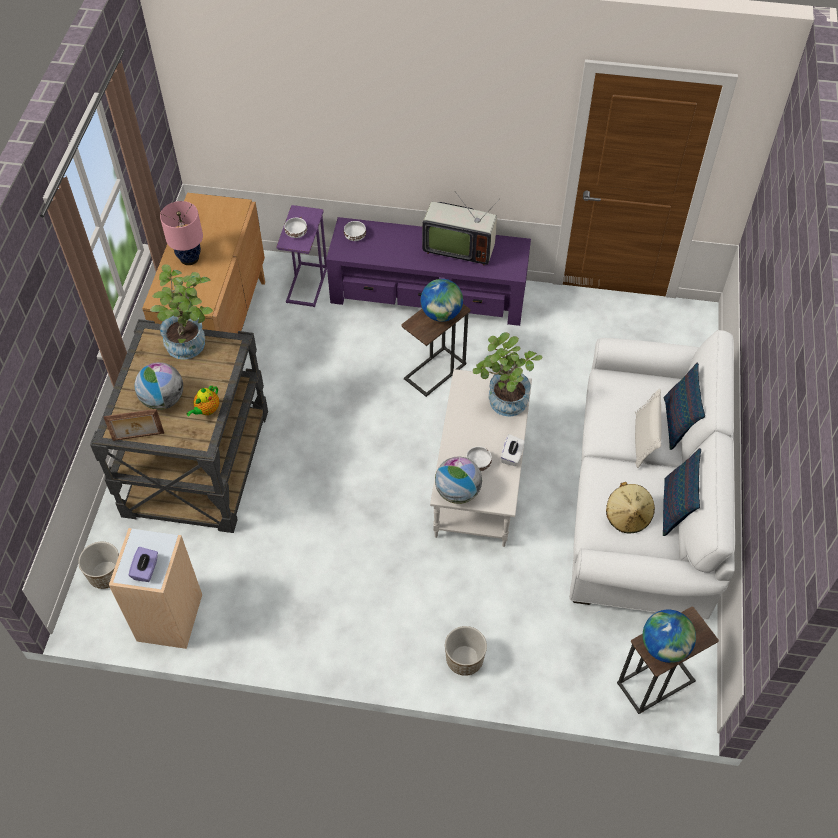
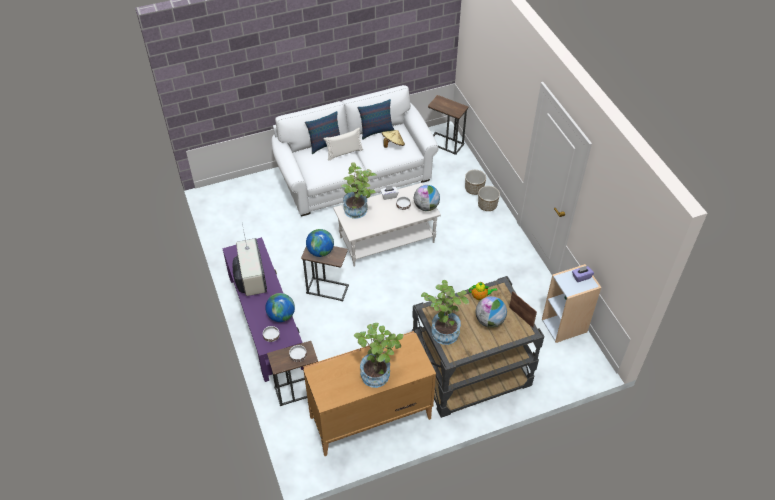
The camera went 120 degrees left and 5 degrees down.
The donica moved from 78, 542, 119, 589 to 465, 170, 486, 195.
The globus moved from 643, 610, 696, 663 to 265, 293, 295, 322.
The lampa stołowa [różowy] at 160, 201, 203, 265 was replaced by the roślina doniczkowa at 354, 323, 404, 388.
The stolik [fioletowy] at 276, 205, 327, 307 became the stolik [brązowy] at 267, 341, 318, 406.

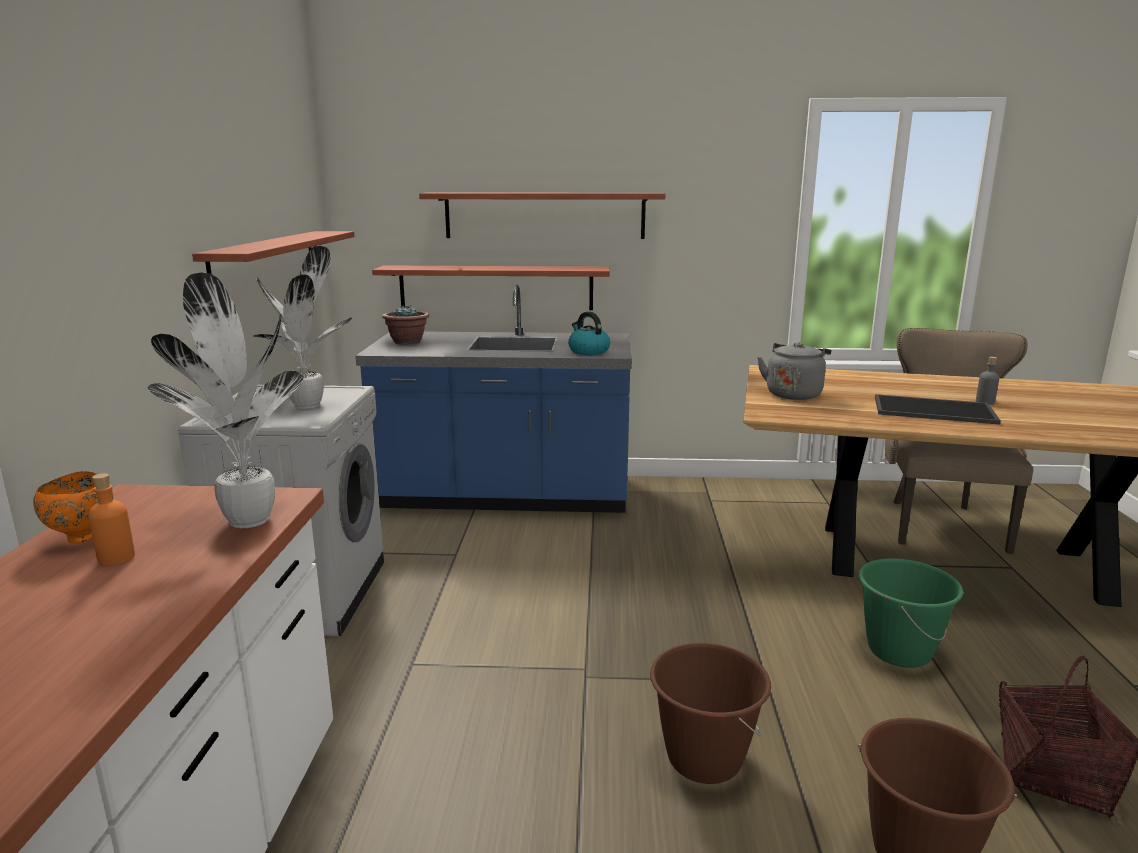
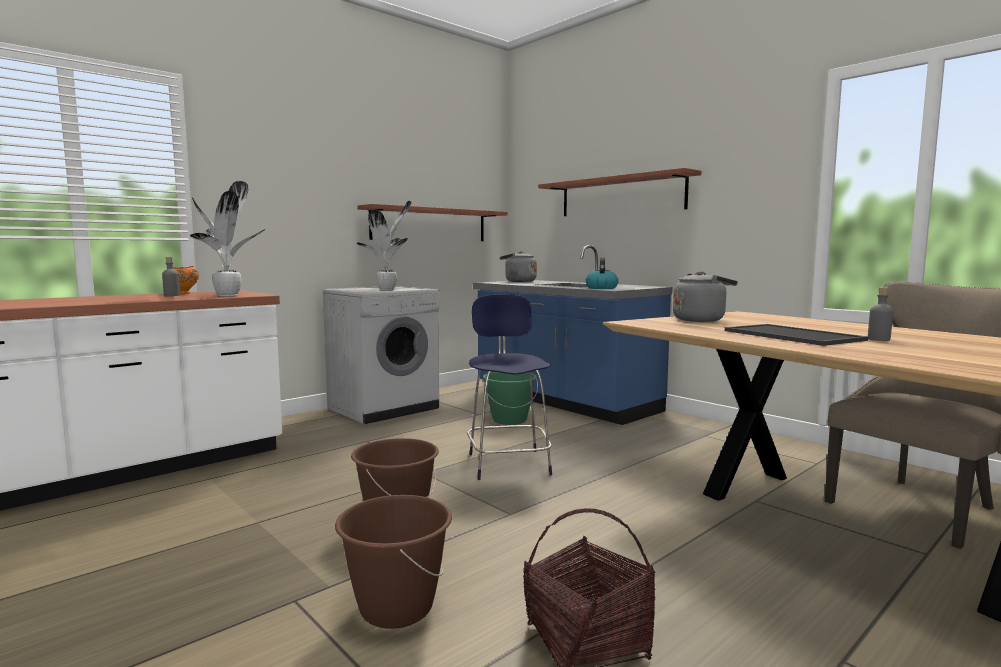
The camera went 45 degrees right and 10 degrees down.
The półka at 372, 265, 610, 310 disappeared.
The stołek [niebieski] at 467, 294, 552, 480 appeared.
The wiadro [zielony] moved from 859, 558, 963, 668 to 483, 372, 538, 425.
The roślina doniczkowa at 382, 305, 429, 345 was replaced by the czajnik [szary] at 500, 251, 537, 282.
The butelka [pomarańczowy] at 88, 473, 135, 565 became the butelka [szary] at 162, 257, 180, 296.

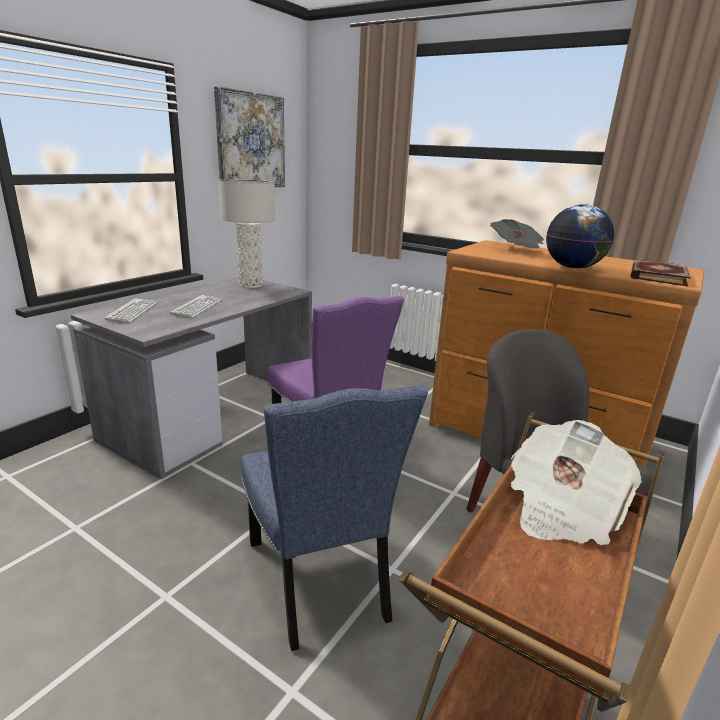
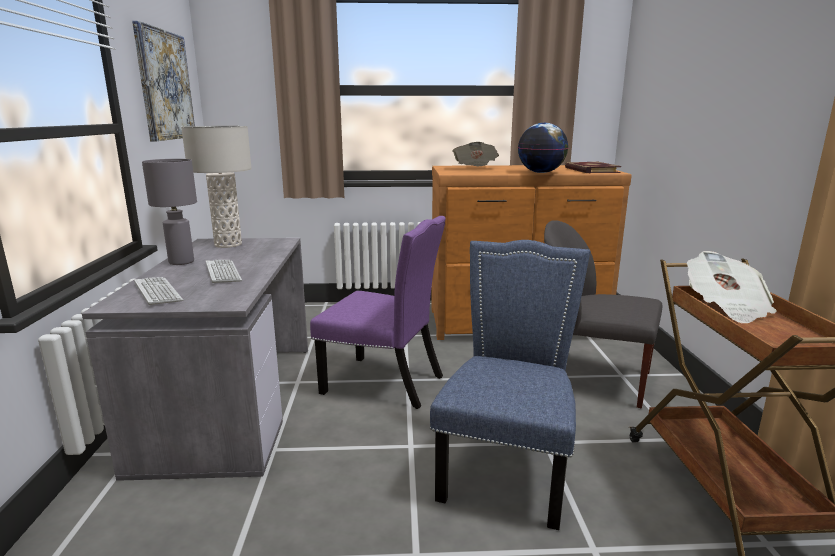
The camera went 35 degrees left and 5 degrees down.
The lampa stołowa [szary] at 142, 159, 197, 265 appeared.
The krzesło [niebieski] at 241, 386, 428, 651 turned 105 degrees counterclockwise.

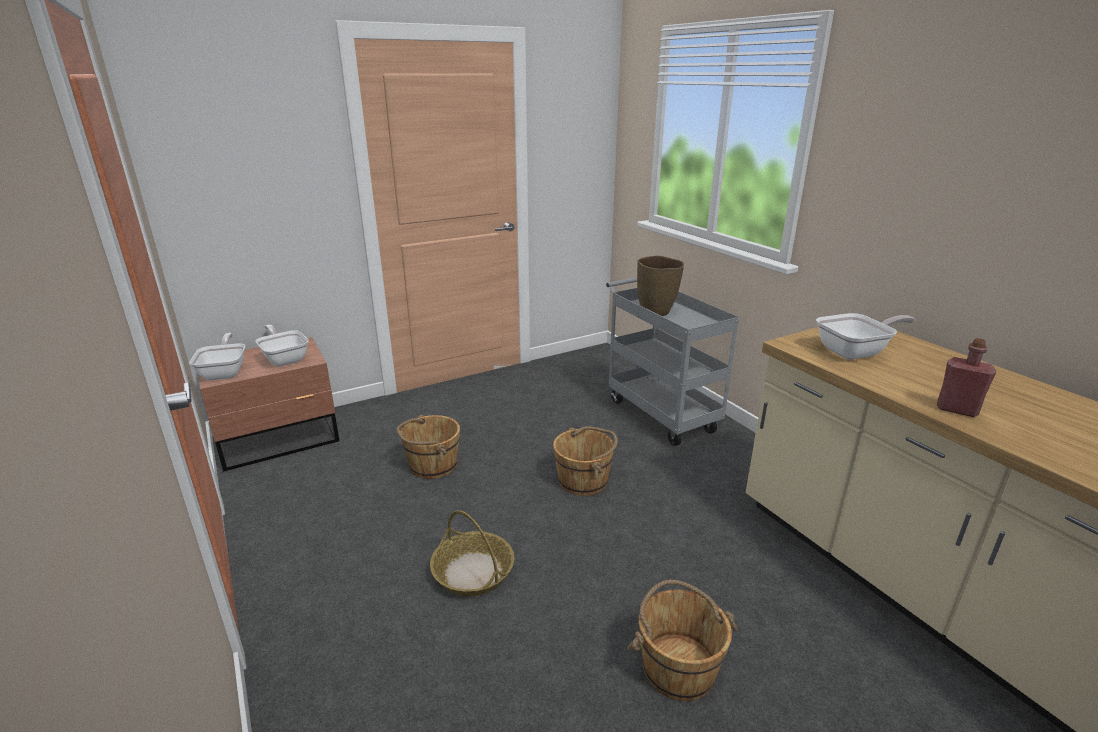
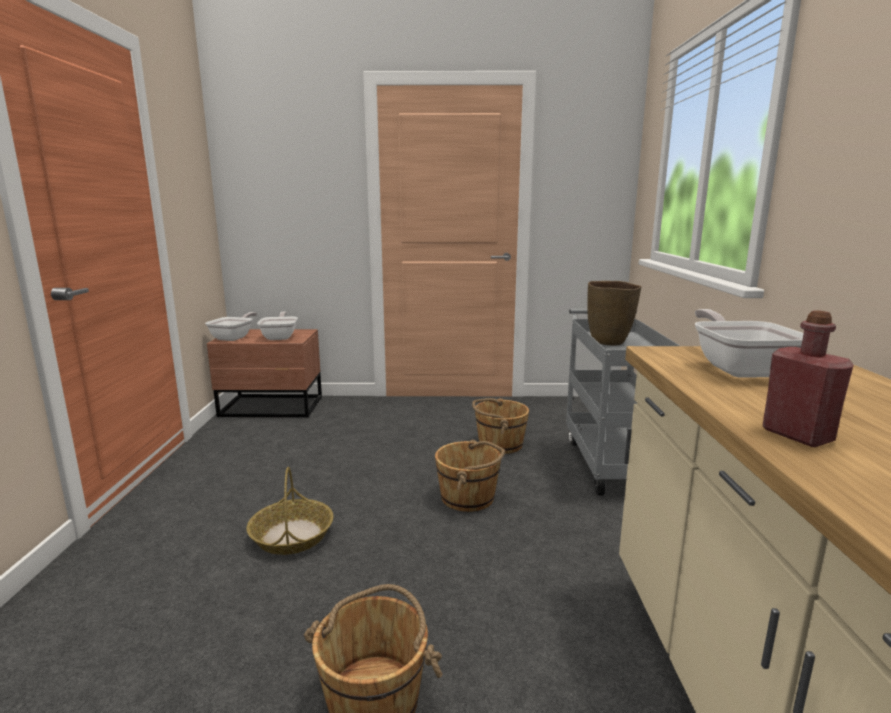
The camera went 30 degrees right and 10 degrees down.
The wiadro [brązowy] moved from 396, 415, 460, 479 to 472, 398, 529, 454.
The patelnia at 816, 313, 916, 360 turned 105 degrees counterclockwise.

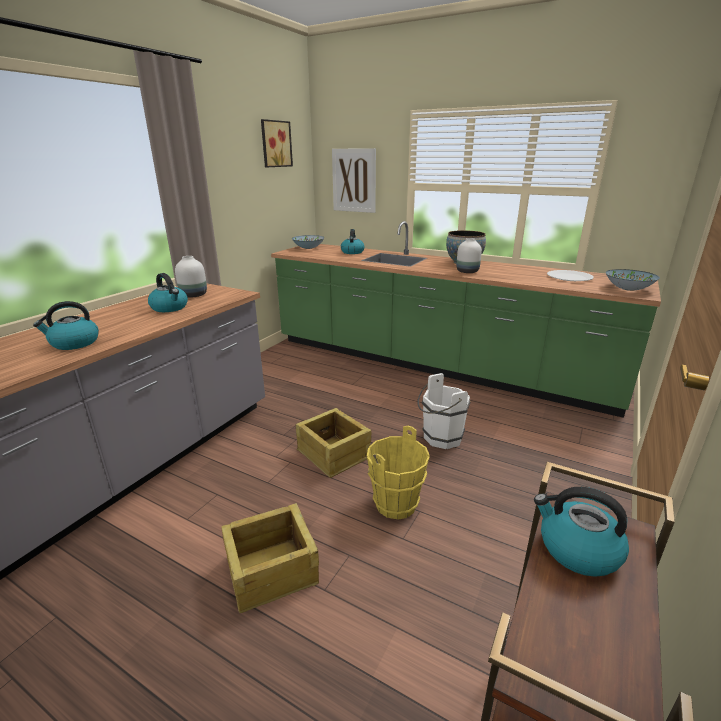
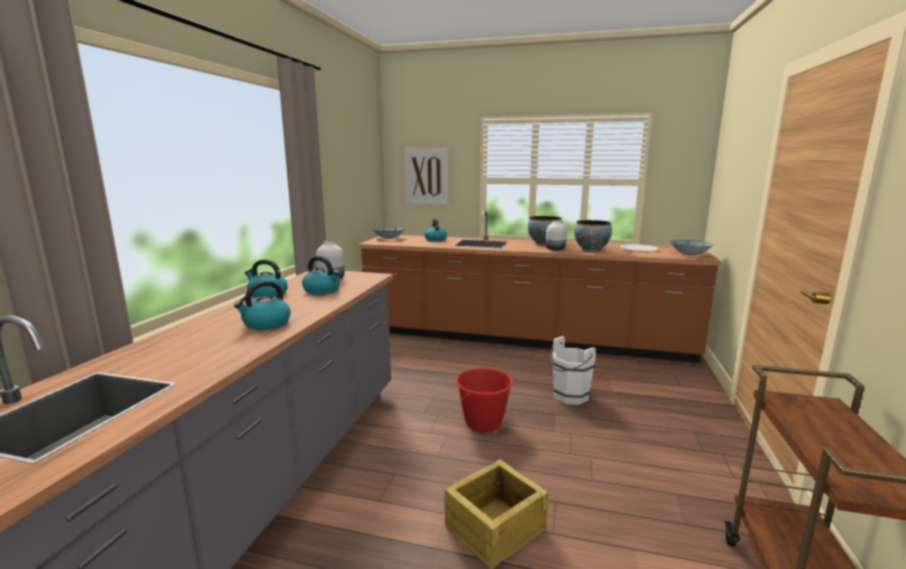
The camera went 15 degrees left and 10 degrees down.
The obraz at 261, 119, 293, 167 disappeared.
The wiadro [żółty] at 367, 426, 430, 520 disappeared.
The miska at 574, 220, 612, 252 appeared.
The czajnik moved from 534, 487, 629, 577 to 245, 259, 288, 298.
The skrzynka at 295, 408, 371, 478 was replaced by the wiadro [czerwony] at 456, 368, 513, 433.
The zabudowa kuchenna [zielony] at 271, 221, 661, 418 became the zabudowa kuchenna [brązowy] at 358, 210, 721, 363.

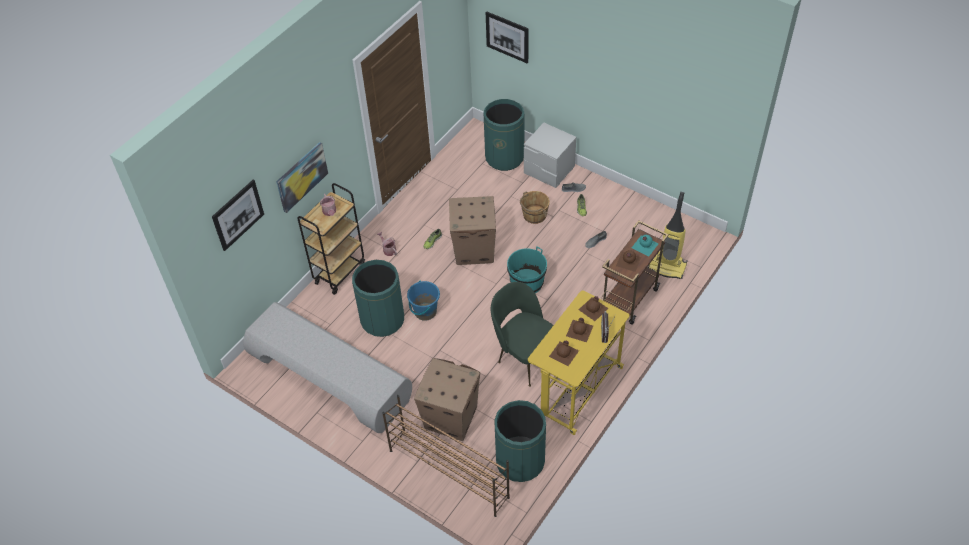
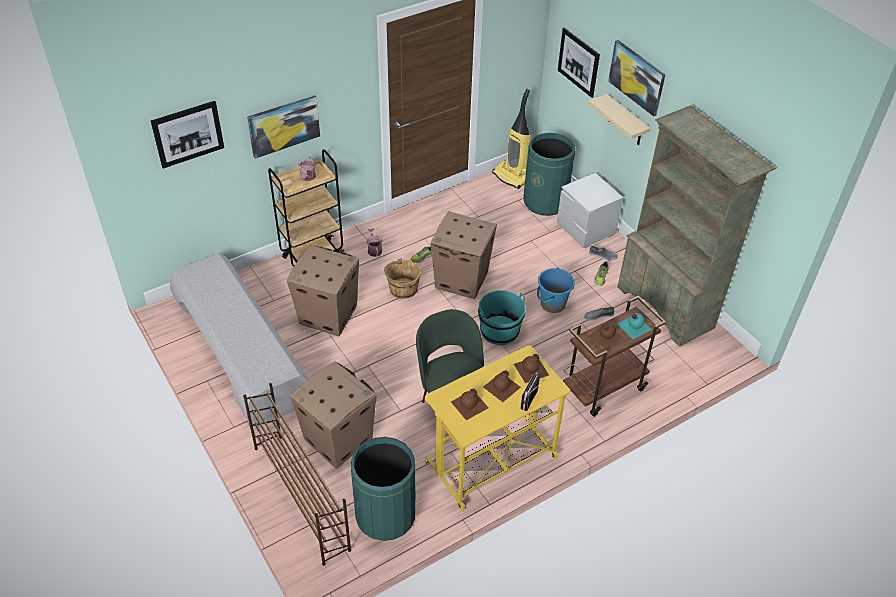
The camera went 20 degrees right and 5 degrees down.
The półka [beżowy] at 588, 94, 650, 145 appeared.
The obraz at 608, 40, 665, 117 appeared.
The regał [zielony] at 617, 105, 776, 347 appeared.
The wiadro [niebieski] moved from 407, 280, 440, 321 to 537, 267, 575, 313.
The wiadro [brązowy] moved from 520, 191, 550, 224 to 384, 258, 421, 299.
The odkurzacz moved from 648, 192, 687, 279 to 492, 89, 531, 189.
The kosz na śmieci [zielony] at 352, 260, 404, 337 was replaced by the karton at 287, 245, 359, 337.

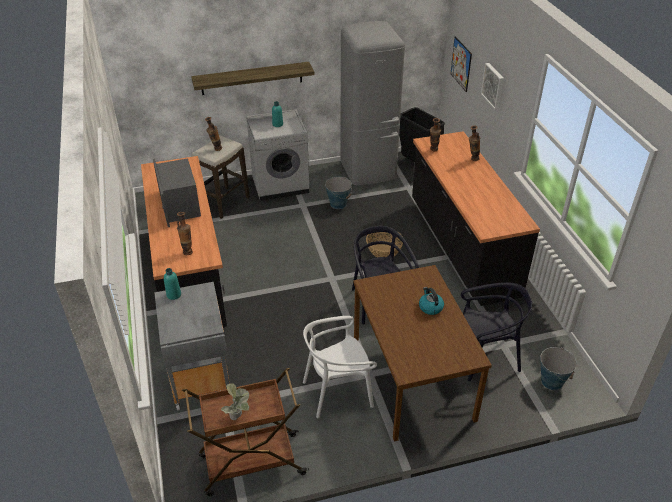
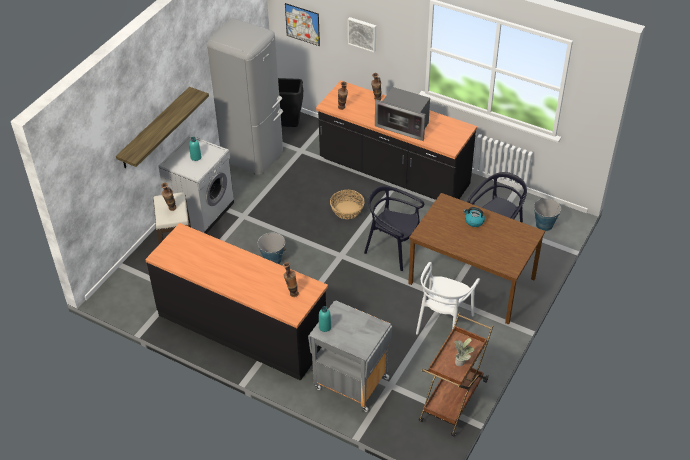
The camera went 45 degrees left and 5 degrees up.
The mikrofalówka moved from 153, 158, 201, 227 to 375, 87, 430, 141.
The wiadro moved from 325, 177, 352, 209 to 258, 232, 286, 264.

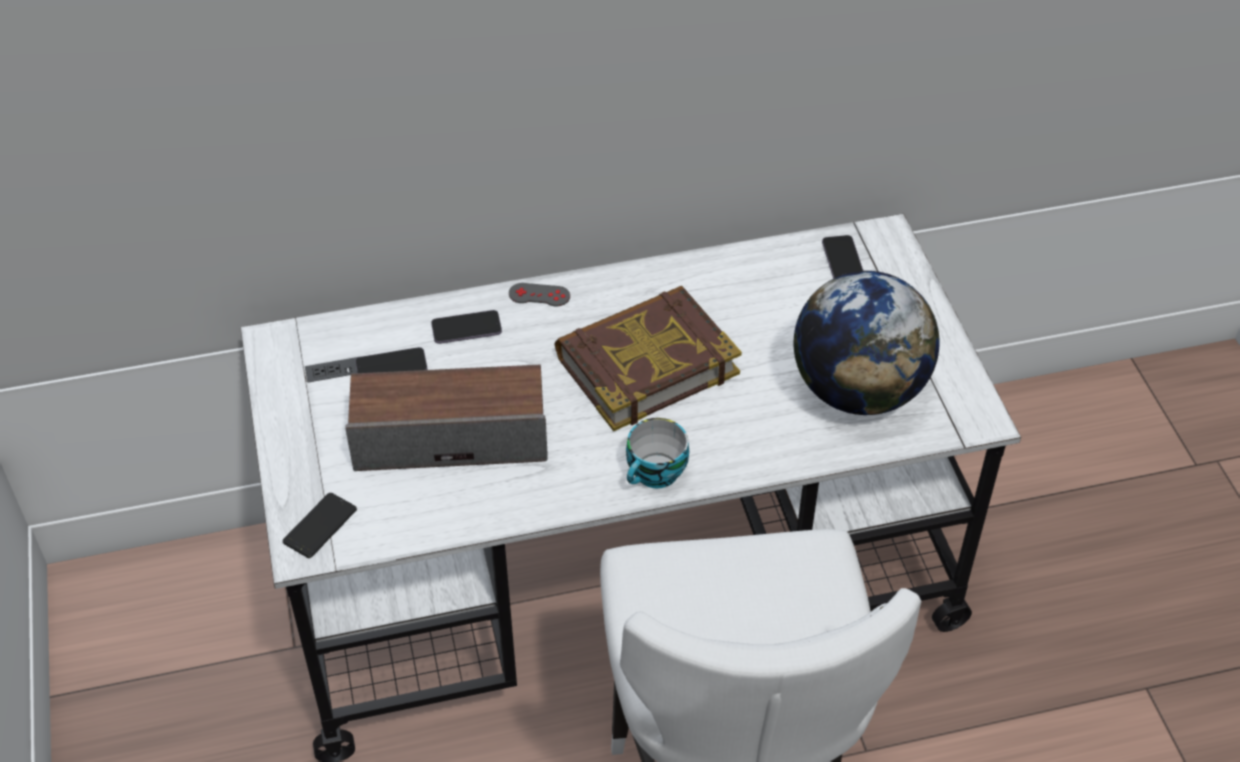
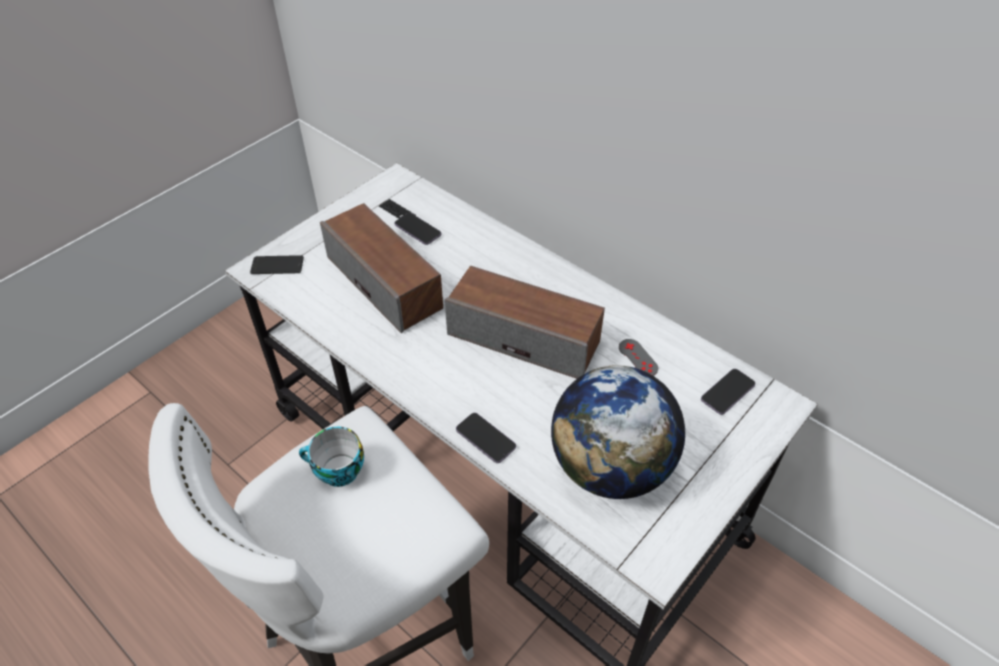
The camera went 55 degrees right and 0 degrees up.
The telefon moved from 431, 310, 502, 344 to 456, 413, 516, 463.
The pad do gier [szary] moved from 509, 283, 570, 307 to 619, 339, 658, 376.
The filiżanka moved from 626, 418, 689, 488 to 299, 427, 364, 487.
The książka at 555, 286, 742, 431 was replaced by the głośnik at 445, 266, 605, 379.

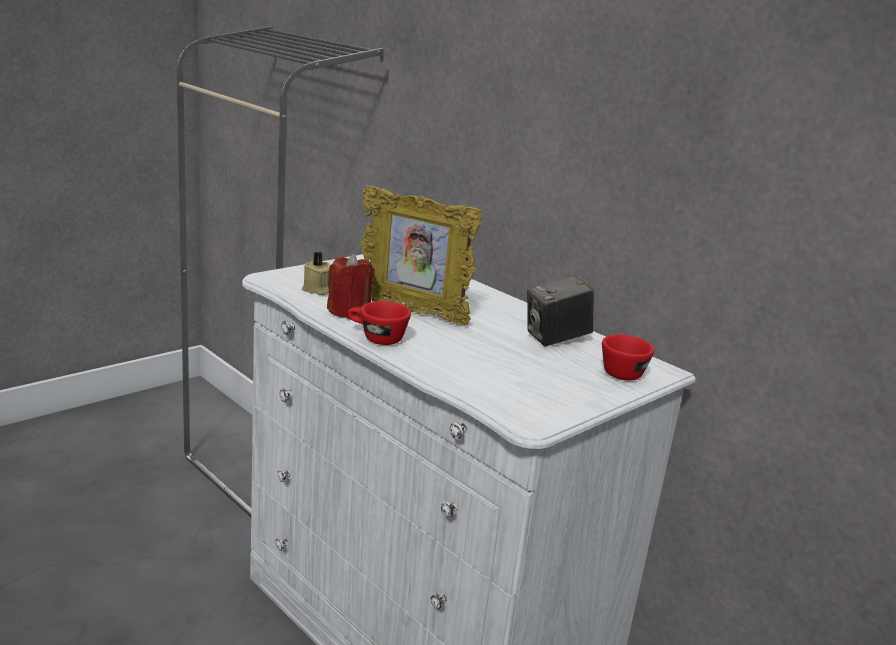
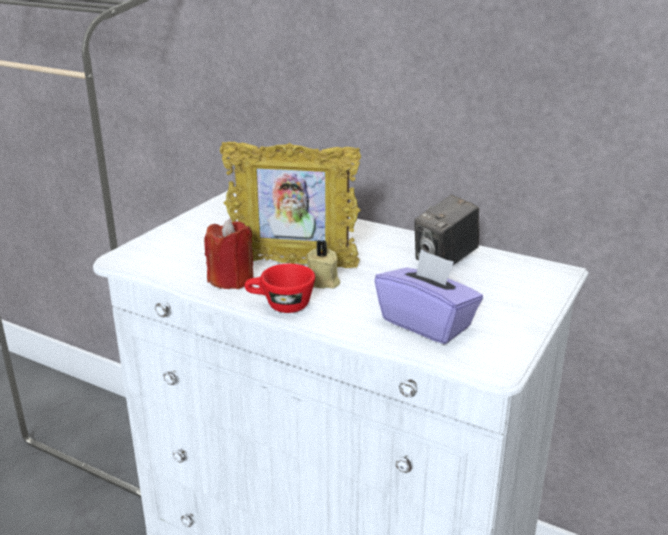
The camera went 15 degrees left and 5 degrees up.
The filiżanka [czerwony] at 602, 335, 654, 380 disappeared.
The pudełko chusteczek [fioletowy] at 374, 249, 483, 344 appeared.
The świeca [beżowy] moved from 302, 252, 331, 295 to 307, 240, 340, 289.

